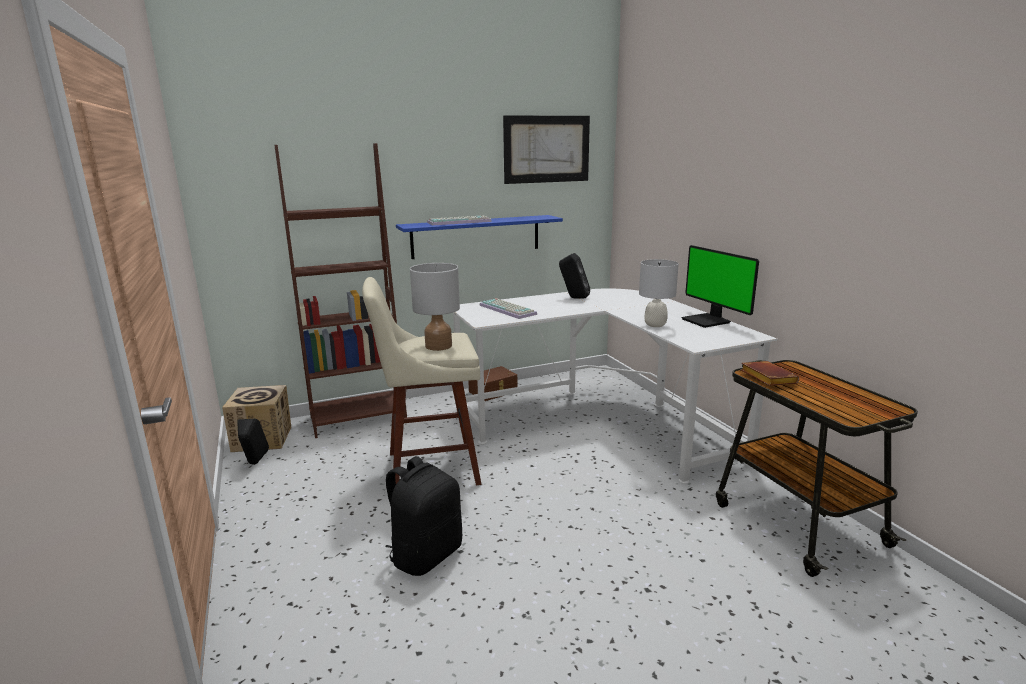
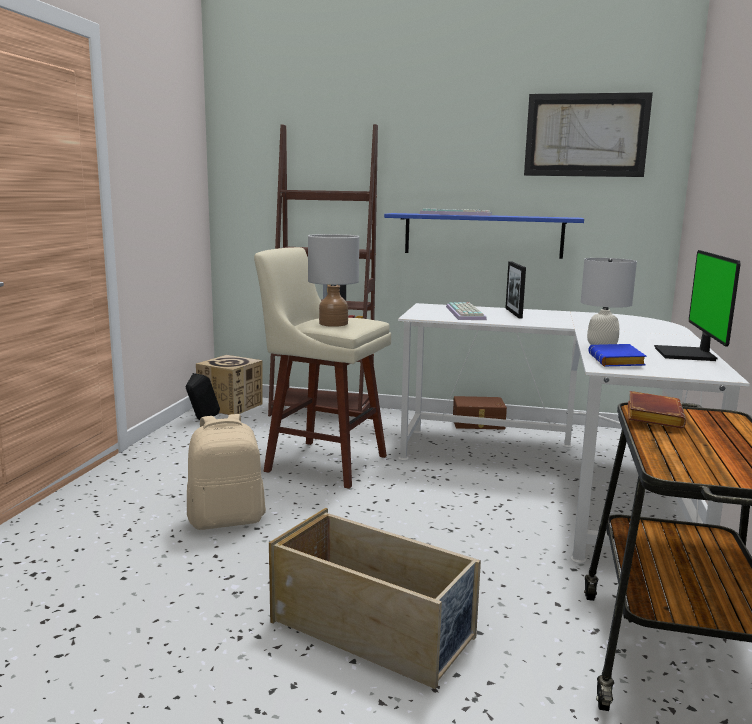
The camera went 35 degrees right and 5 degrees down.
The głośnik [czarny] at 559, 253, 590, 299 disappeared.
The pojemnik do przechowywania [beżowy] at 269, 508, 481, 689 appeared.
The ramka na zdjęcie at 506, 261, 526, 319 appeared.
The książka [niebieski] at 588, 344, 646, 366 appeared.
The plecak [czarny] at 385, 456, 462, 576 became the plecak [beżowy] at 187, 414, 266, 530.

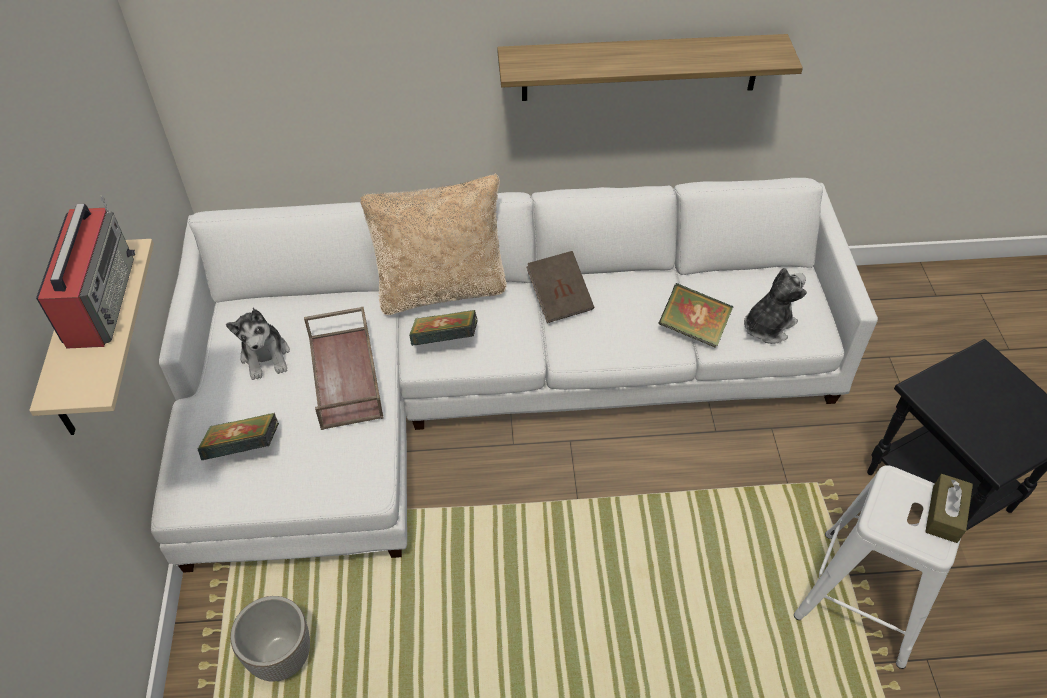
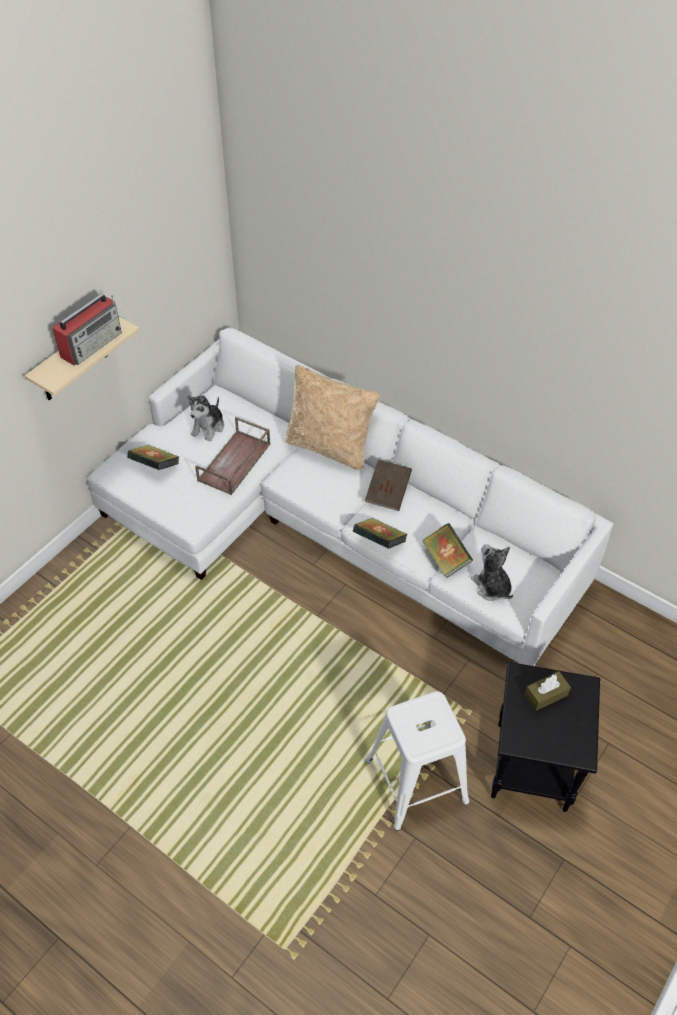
The camera went 40 degrees right and 0 degrees up.
The donica at 230, 596, 310, 681 disappeared.
The półka at 497, 34, 803, 101 disappeared.
The książka moved from 409, 310, 478, 346 to 353, 518, 407, 549.
The pudełko chusteczek [brązowy] moved from 925, 474, 973, 543 to 525, 671, 571, 711.
The pluszak at 744, 268, 807, 344 turned 120 degrees counterclockwise.

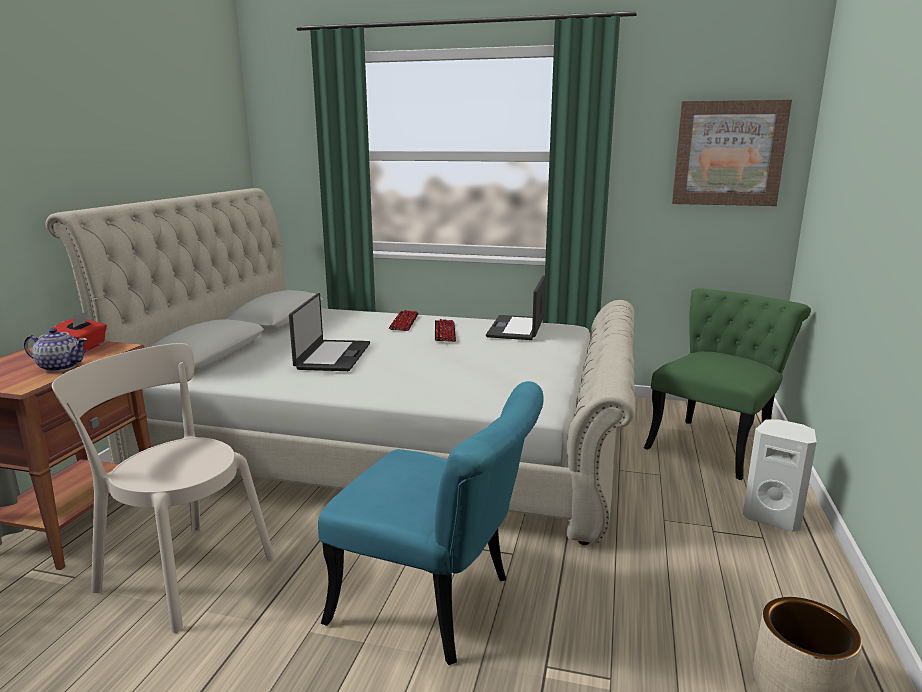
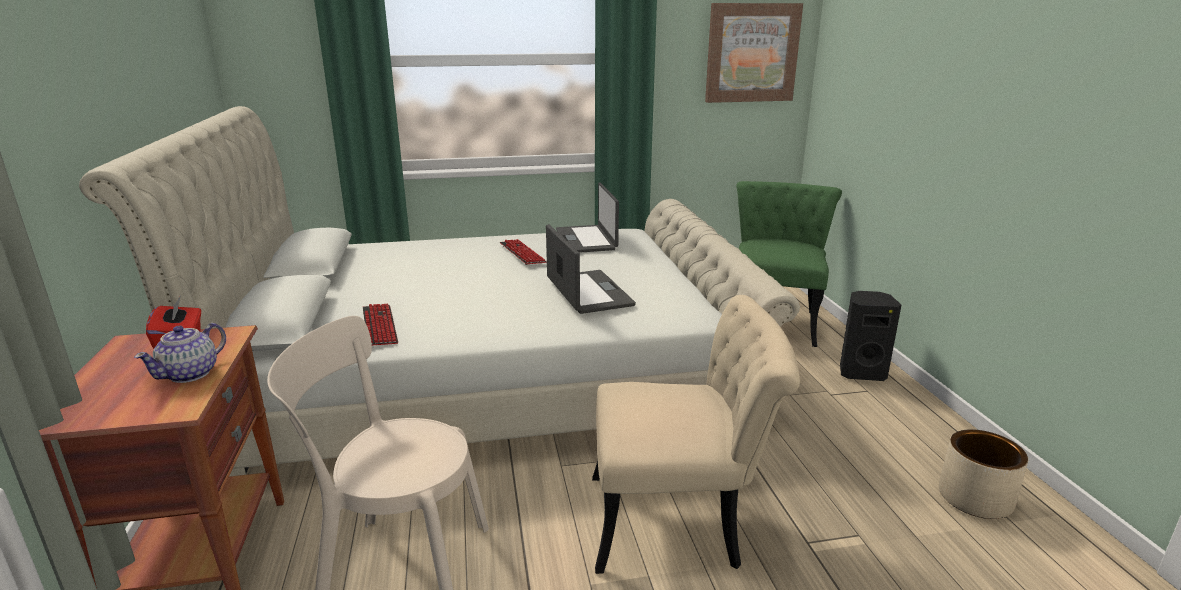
The camera went 25 degrees left and 5 degrees up.
The laptop moved from 289, 293, 370, 371 to 546, 224, 636, 314.
The klawiatura moved from 389, 310, 419, 331 to 363, 303, 398, 345.
The krzesło [turkusowy] at 318, 381, 544, 665 became the krzesło [beżowy] at 592, 295, 800, 574.
The głośnik [biały] at 743, 419, 817, 532 became the głośnik [czarny] at 840, 291, 901, 381.
The imbryk at 24, 328, 87, 372 turned 135 degrees clockwise.

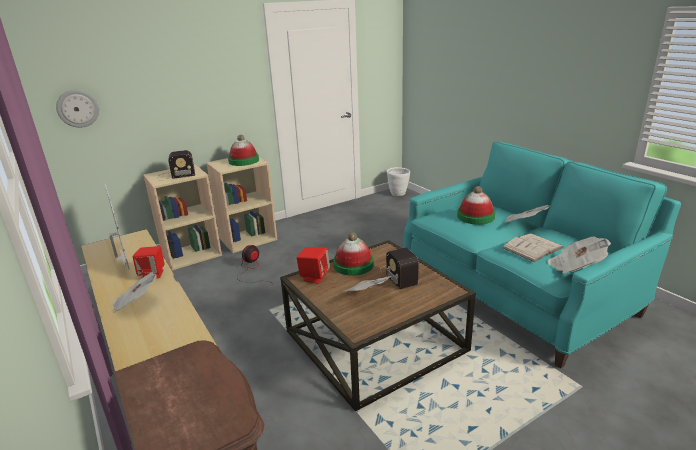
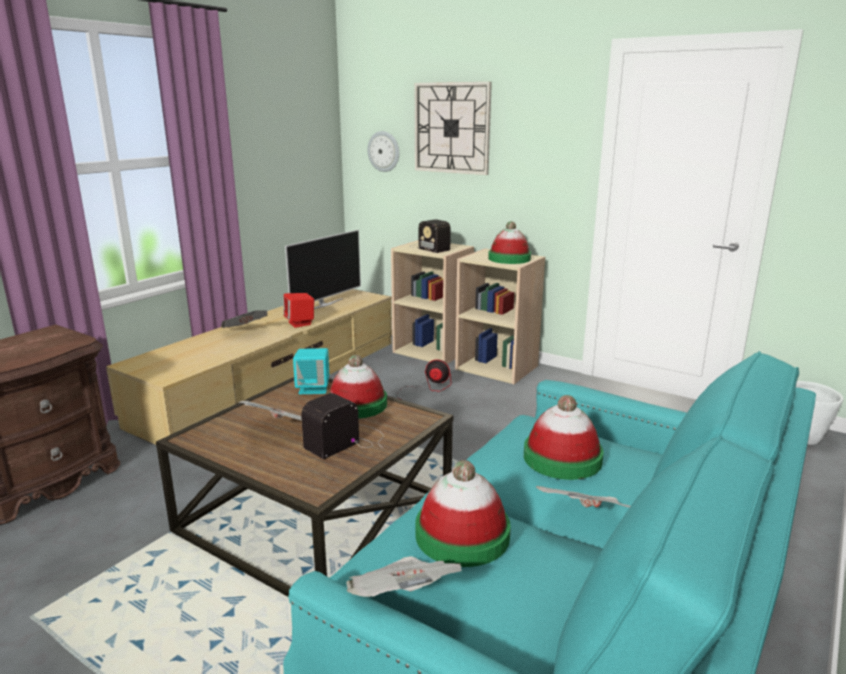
The camera went 65 degrees right and 5 degrees down.
The zegar ścienny at 415, 82, 492, 175 appeared.
The książka [biały] at 502, 233, 564, 262 was replaced by the kapelusz at 415, 460, 511, 567.
The głośnik [czerwony] at 296, 247, 330, 284 became the głośnik [turkusowy] at 293, 348, 329, 394.

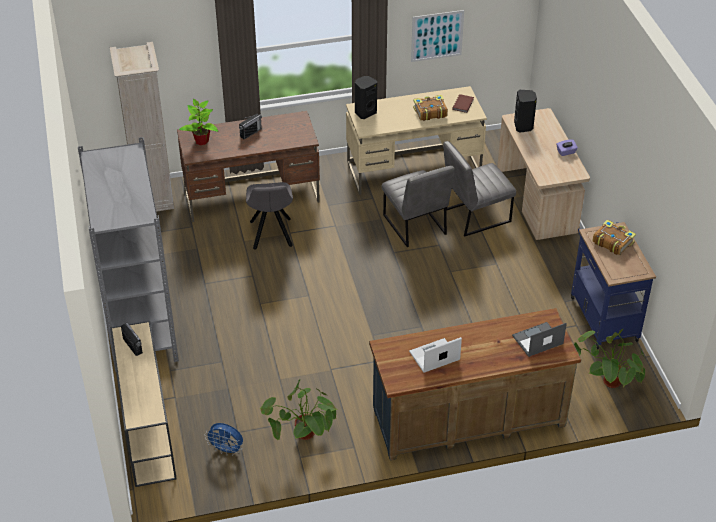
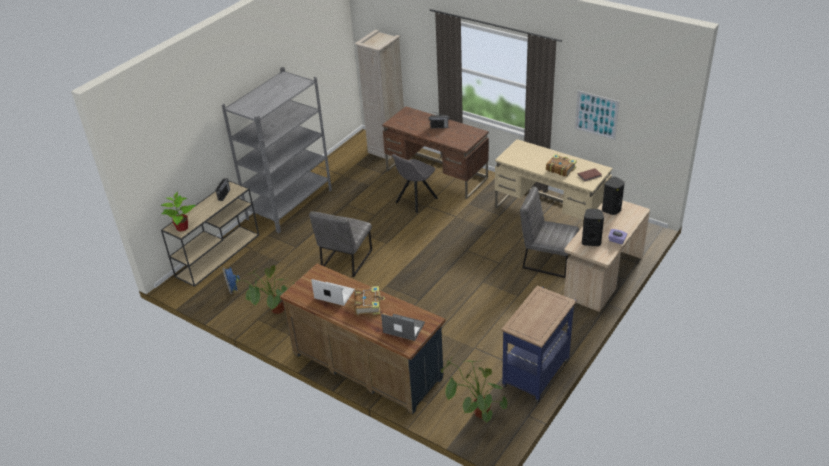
The camera went 50 degrees right and 5 degrees down.
The roślina doniczkowa moved from 179, 99, 218, 145 to 161, 192, 196, 232.
The głośnik [czarny] moved from 355, 76, 377, 119 to 582, 209, 604, 246.
The krzesło [szary] moved from 382, 166, 455, 247 to 309, 211, 372, 277.
The książka moved from 592, 220, 636, 255 to 354, 286, 385, 315.

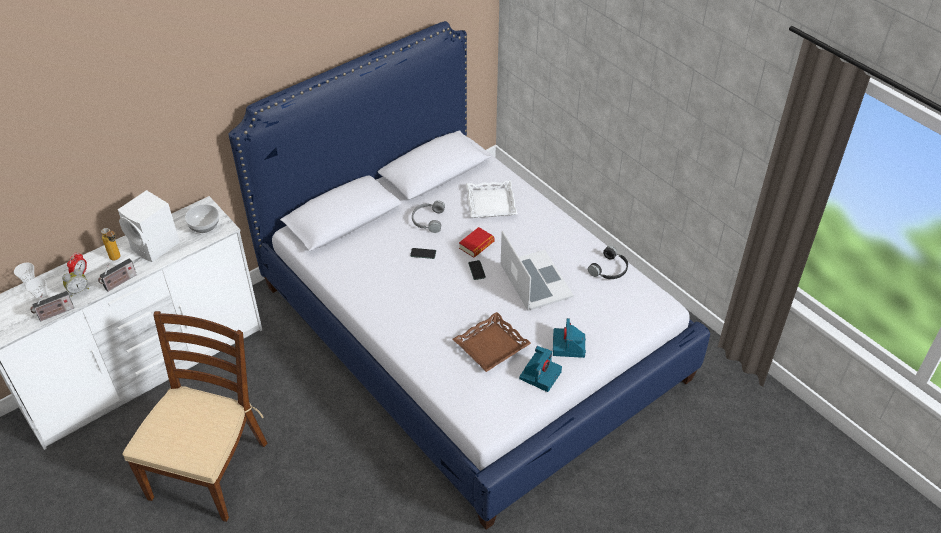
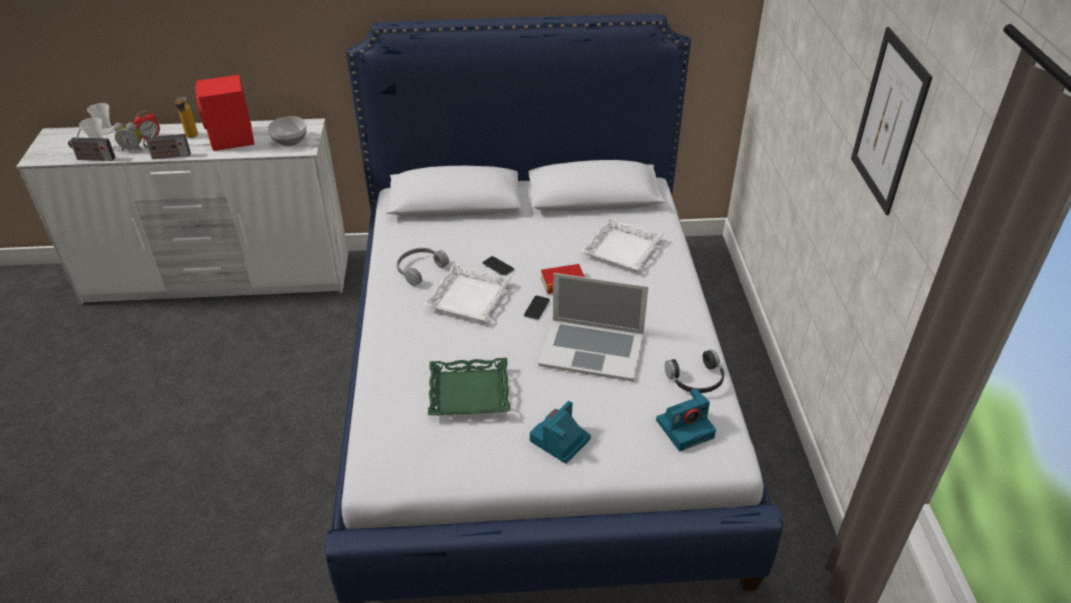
The camera went 35 degrees right and 5 degrees down.
The krzesło [brązowy] at 122, 311, 268, 522 disappeared.
The taca [biały] at 424, 263, 512, 321 appeared.
The obraz at 851, 27, 933, 215 appeared.
The słuchawki [szary] moved from 412, 201, 445, 233 to 397, 248, 449, 286.
The aparat fotograficzny moved from 519, 346, 562, 392 to 656, 388, 716, 451.
The głośnik [biały] at 118, 190, 180, 262 became the głośnik [czerwony] at 195, 75, 255, 151.
The taca [brązowy] at 453, 312, 531, 372 became the taca [zielony] at 428, 358, 510, 415.
The laptop at 501, 231, 574, 311 turned 90 degrees clockwise.

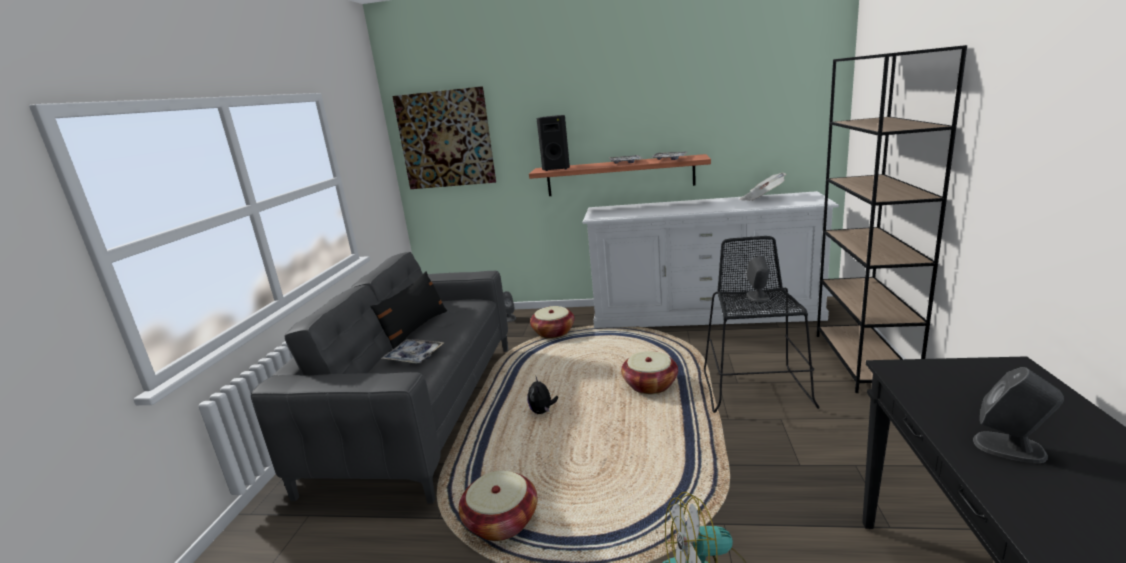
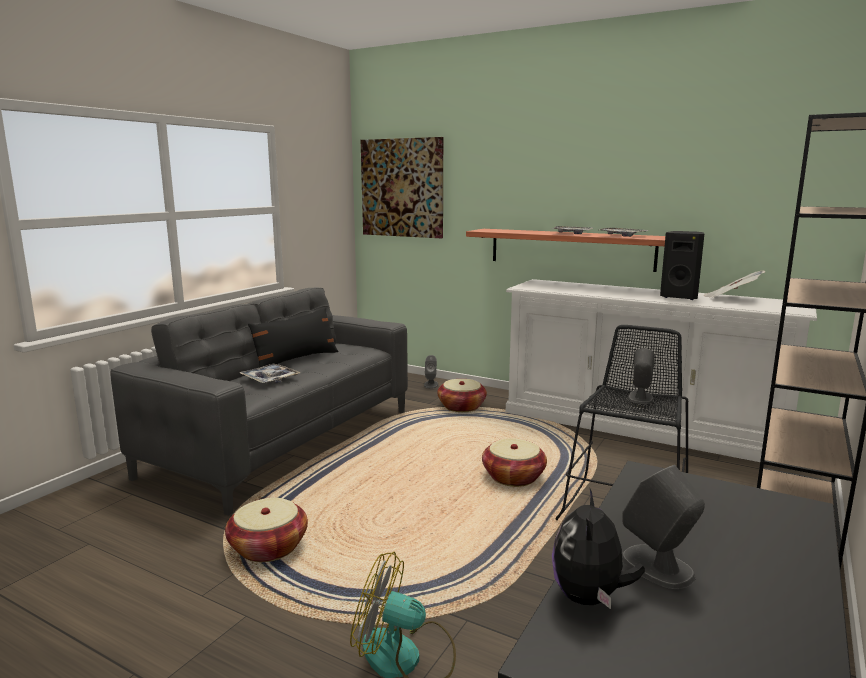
The camera went 20 degrees right and 5 degrees down.
The pluszak moved from 528, 377, 558, 414 to 552, 489, 645, 609.
The głośnik [czarny] moved from 537, 115, 570, 171 to 660, 231, 704, 300.

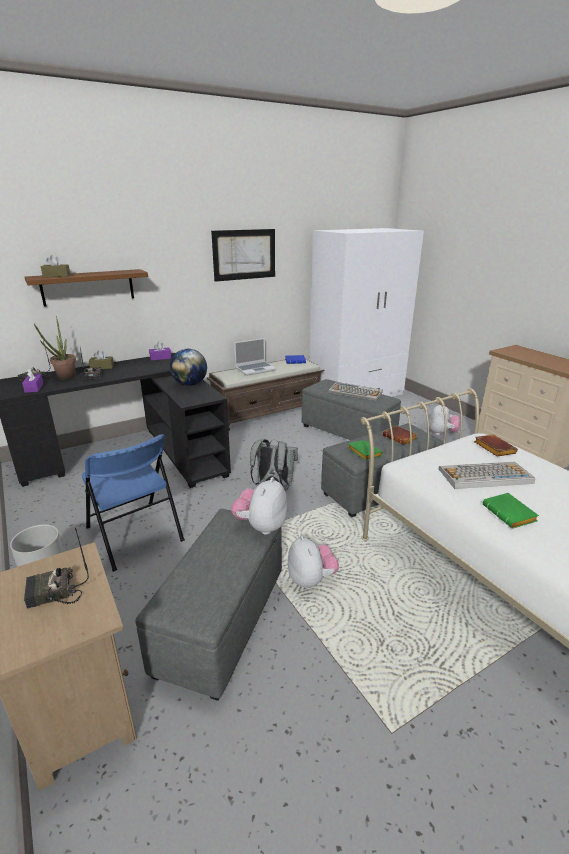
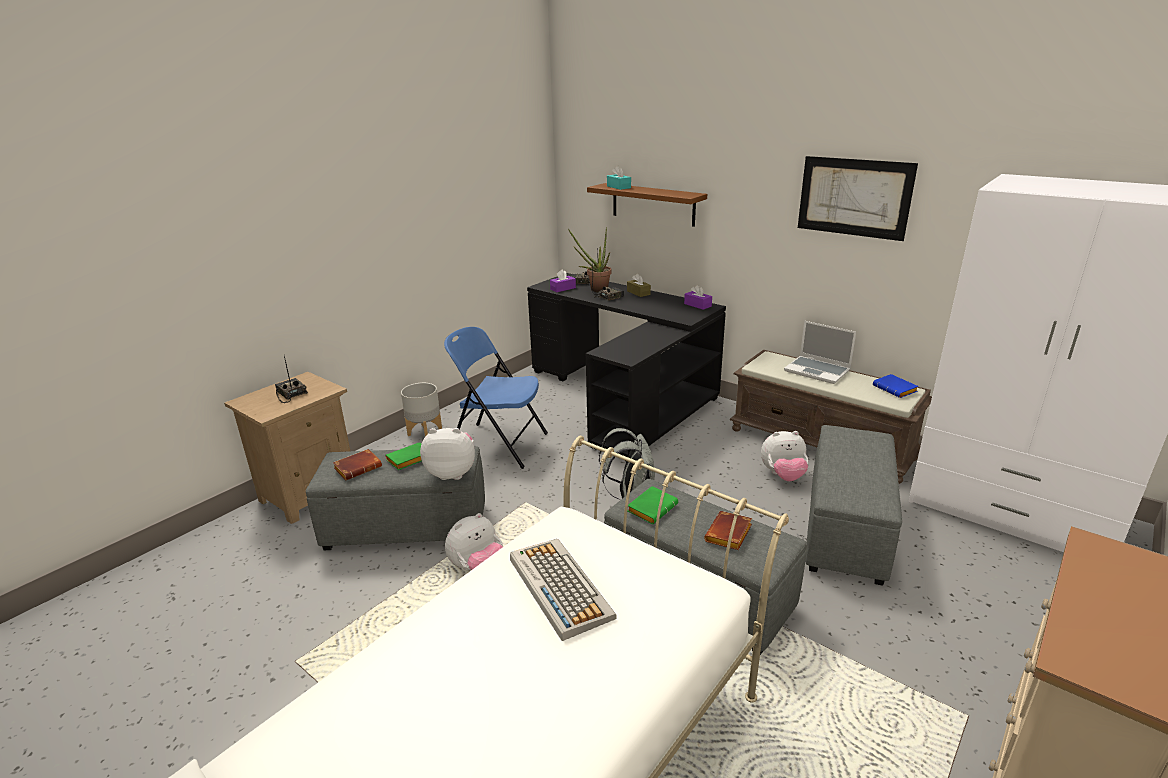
The camera went 70 degrees right and 0 degrees up.
The globus at 170, 349, 207, 386 disappeared.
The klawiatura at 328, 382, 383, 401 disappeared.
The pluszak moved from 429, 405, 460, 435 to 761, 431, 808, 481.
The książka [brązowy] moved from 474, 435, 518, 457 to 333, 449, 382, 480.
The książka [zielony] moved from 483, 493, 539, 529 to 385, 442, 422, 470.
The pudełko chusteczek [brązowy] at 41, 255, 70, 277 became the pudełko chusteczek [turkusowy] at 607, 166, 631, 190.
The krzesło [niebieski] at 82, 434, 185, 572 turned 75 degrees clockwise.

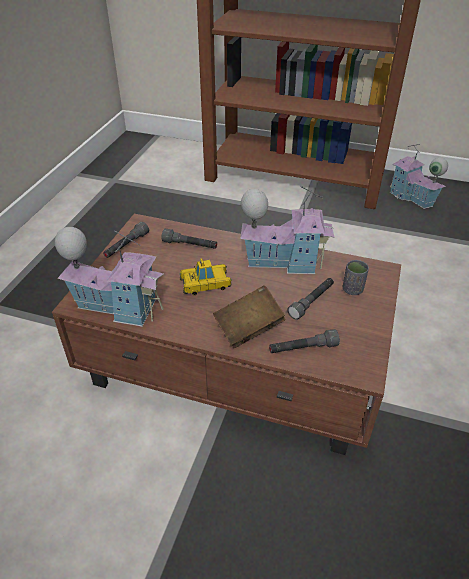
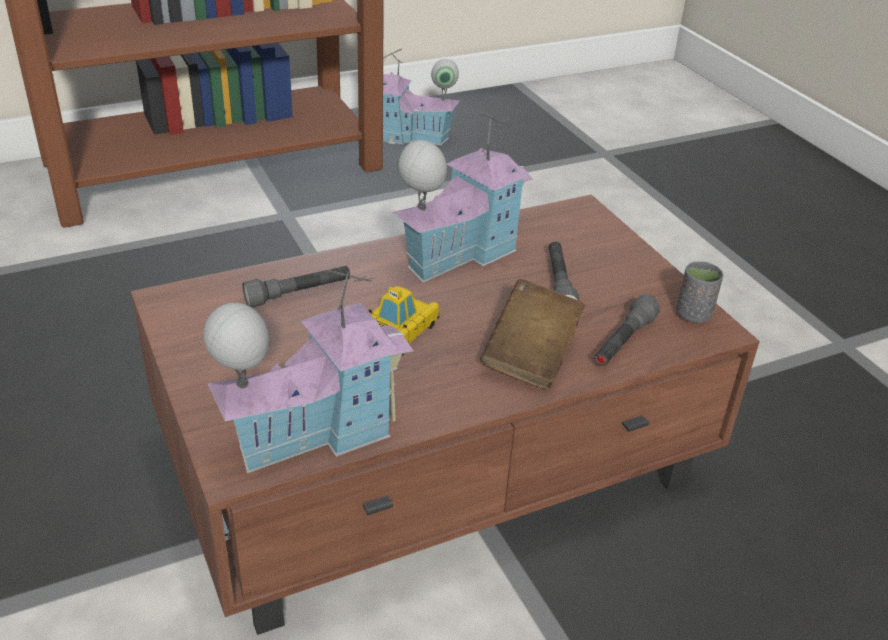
The camera went 45 degrees left and 5 degrees down.
The latarka [szary] at 103, 222, 149, 258 disappeared.
The filiżanka [szary] moved from 343, 260, 369, 295 to 676, 261, 724, 323.

